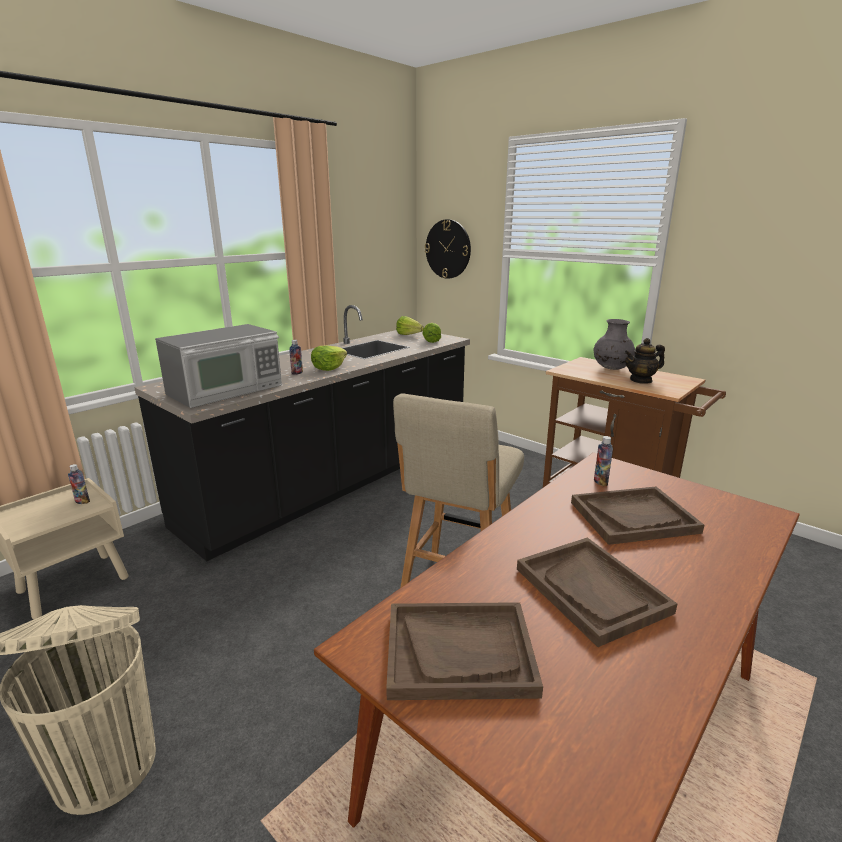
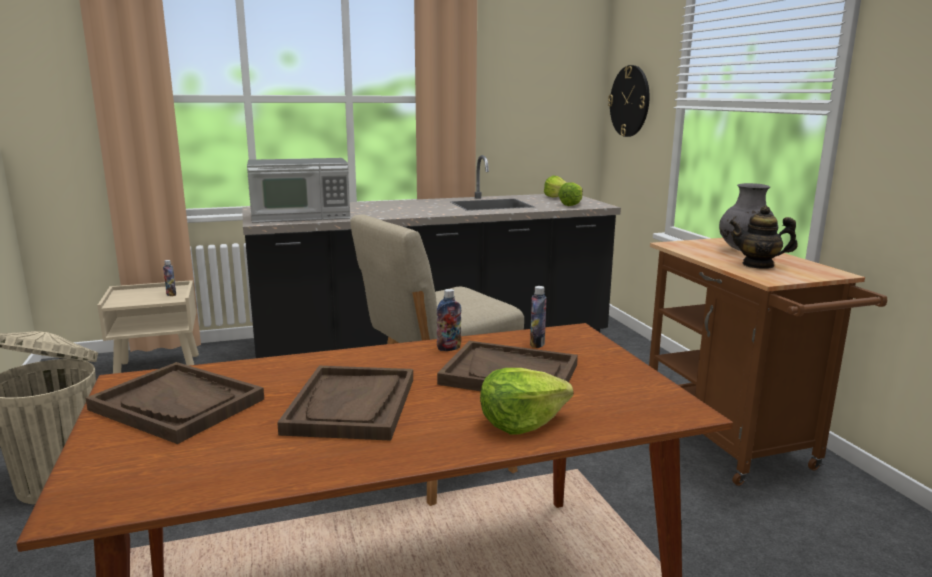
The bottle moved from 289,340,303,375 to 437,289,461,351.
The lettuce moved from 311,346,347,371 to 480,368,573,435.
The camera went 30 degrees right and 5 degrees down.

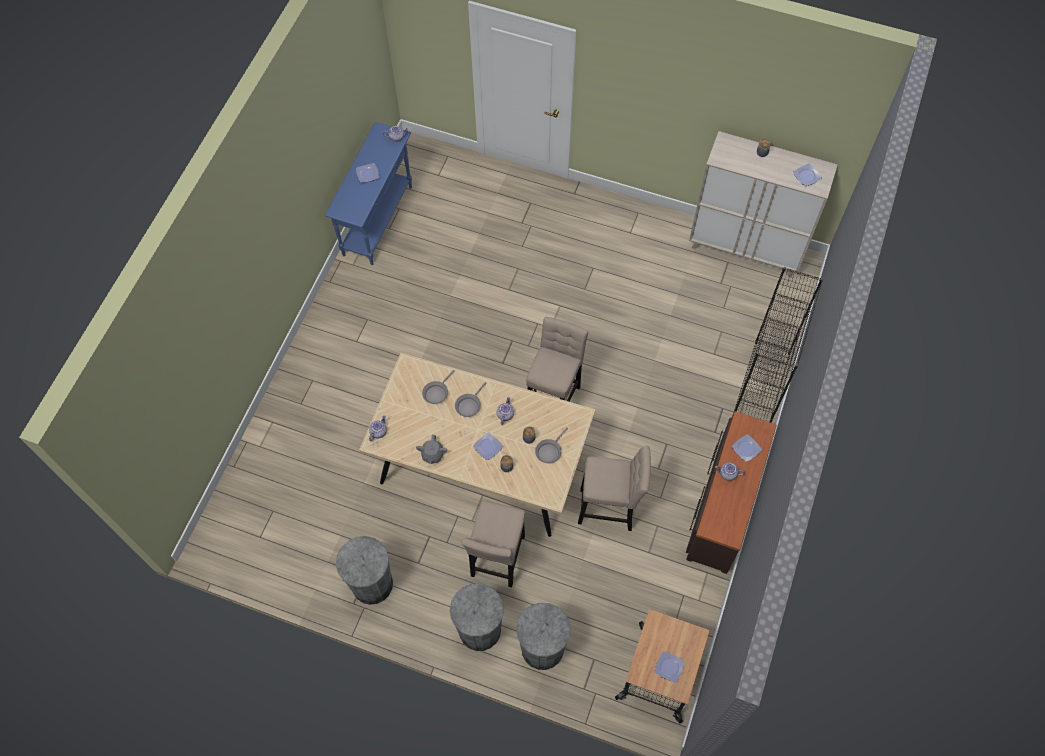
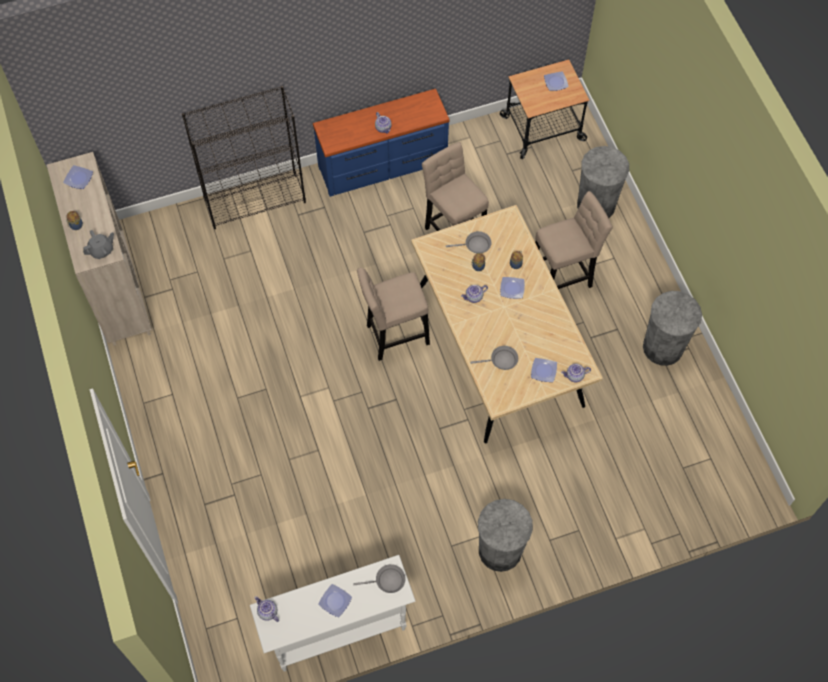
The grey teapot moved from 416,435,447,464 to 83,230,114,259.
The blue console table at 325,122,412,265 became the white console table at 250,555,416,672.
The brown dresser at 686,411,777,574 became the blue dresser at 313,89,450,197.
The grey frying pan moved from 455,382,487,417 to 354,564,406,593.
The grey trash can moved from 450,584,504,651 to 478,499,533,572.
The plate moved from 732,434,762,462 to 531,358,557,382.
The camera went 130 degrees left and 0 degrees up.

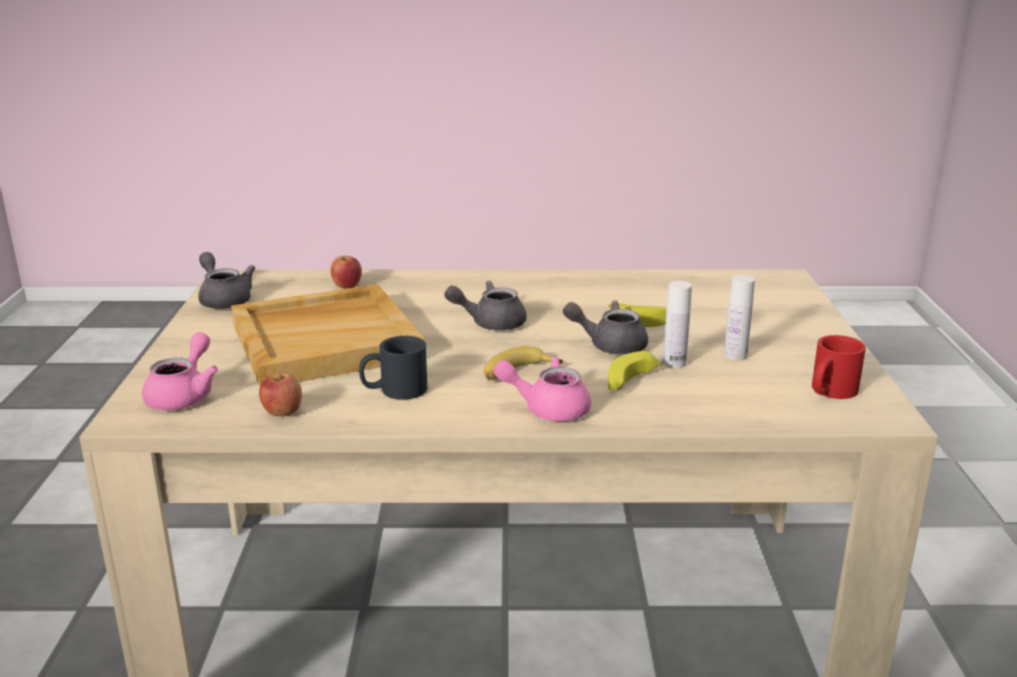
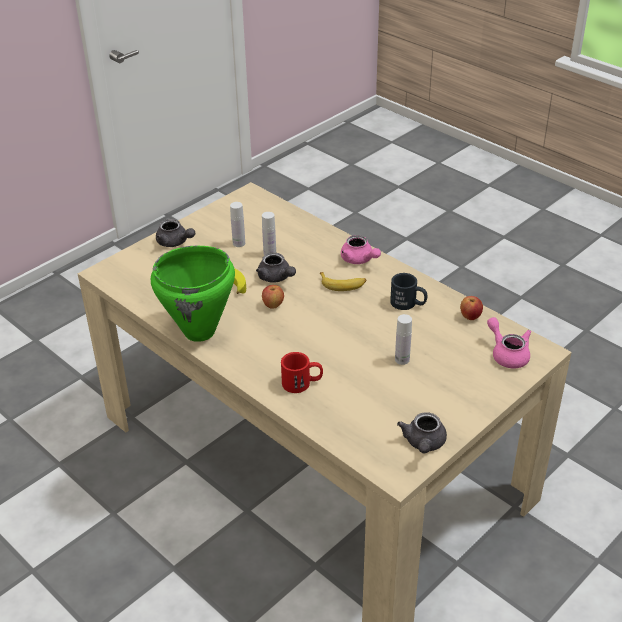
The green cooking pot at 151,246,235,342 appeared.
The grey teapot moved from 444,281,527,330 to 156,219,195,247.
The apple moved from 331,256,362,289 to 262,285,284,309.
The red mug moved from 812,335,866,399 to 281,352,323,393.
The beige tray at 231,284,425,386 was replaced by the white bottle at 395,314,412,365.
The pink teapot at 142,332,218,410 turned 90 degrees clockwise.
The banana at 608,351,663,391 disappeared.
The camera went 135 degrees left and 15 degrees up.

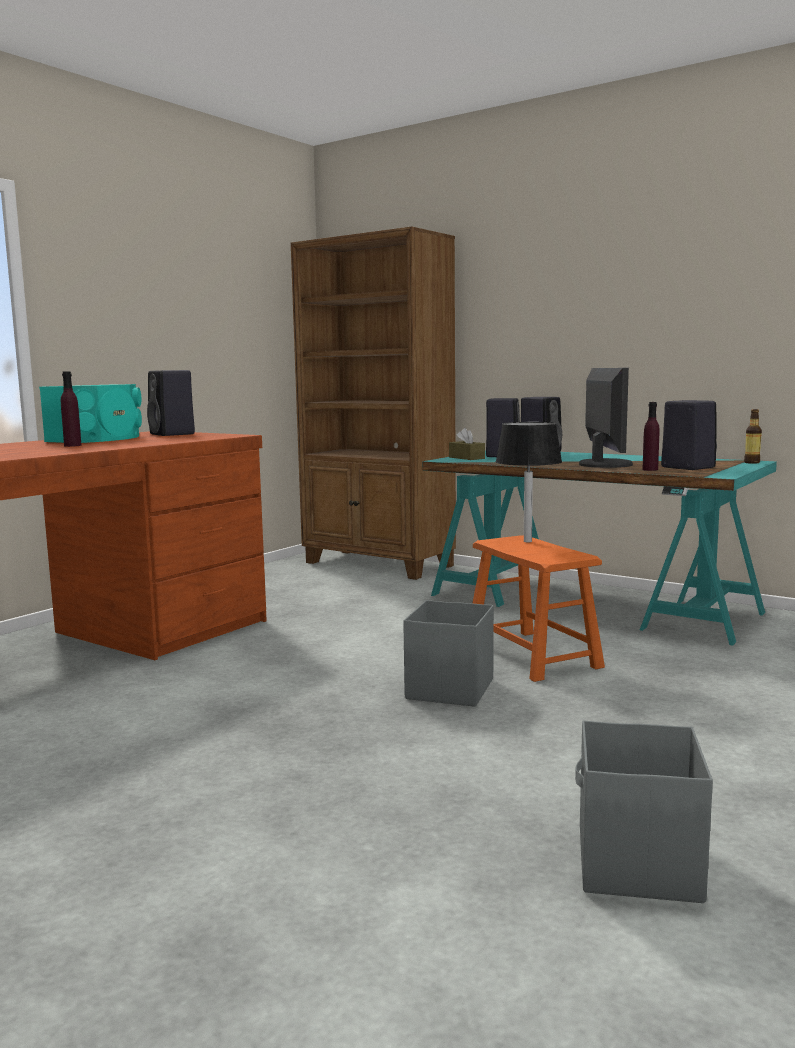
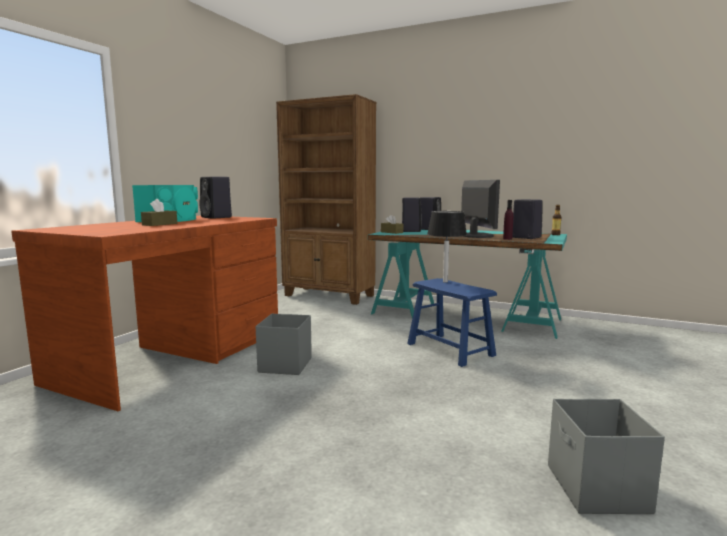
The purple bottle at 61,371,82,447 was replaced by the brown tissue box at 141,199,178,226.
The grey storage box moved from 403,600,494,707 to 255,314,312,375.
The orange stool at 473,535,605,682 became the blue stool at 407,278,497,367.
The camera went 10 degrees left and 0 degrees up.

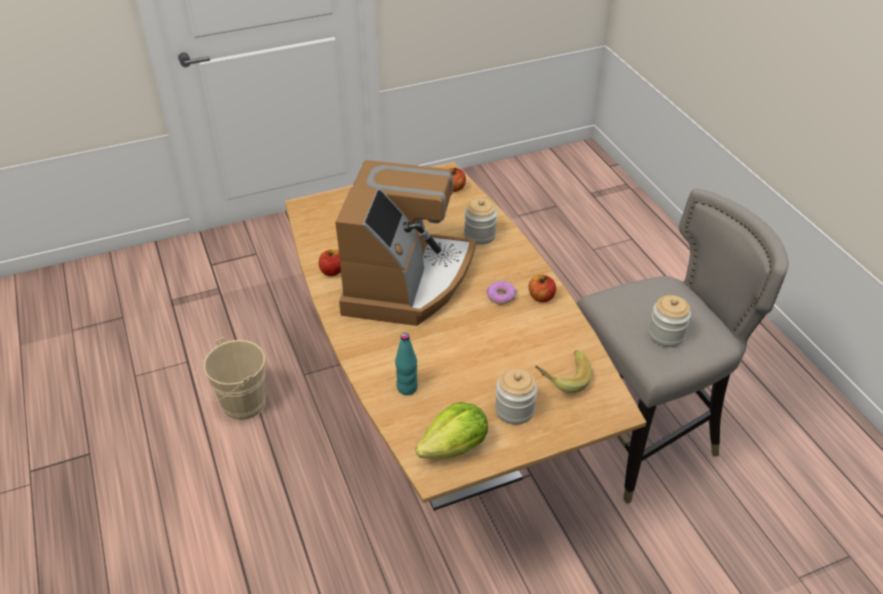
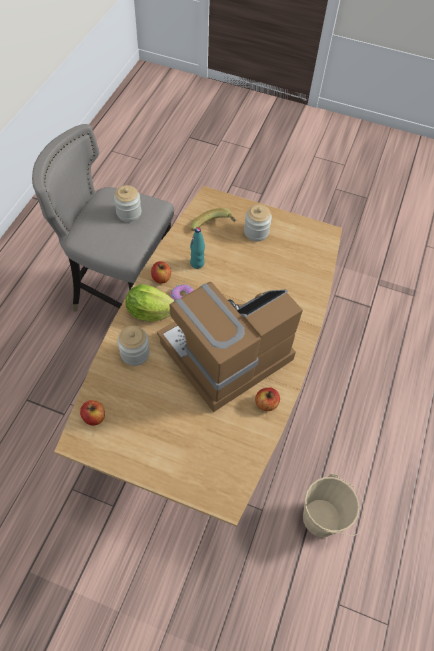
The lettuce moved from 415,402,488,459 to 125,284,174,322.
The turquoise bottle moved from 395,333,418,395 to 190,227,205,269.
The camera went 140 degrees left and 15 degrees up.

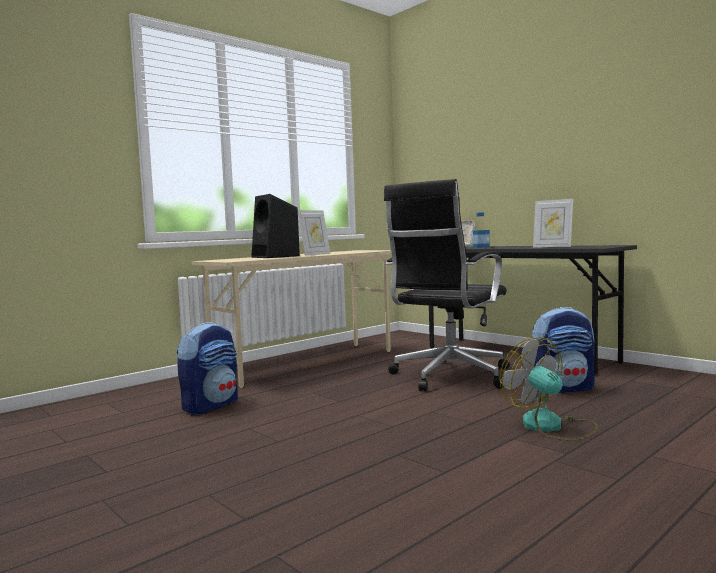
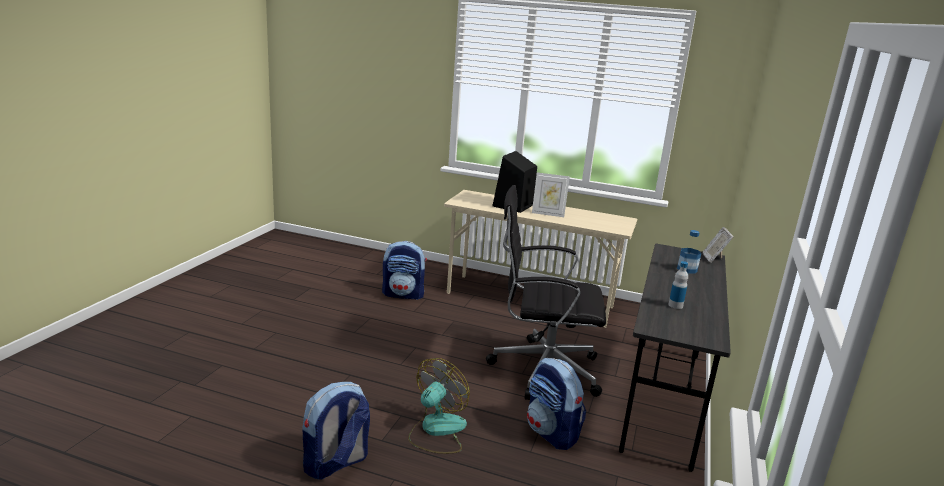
The backpack at 303,382,370,480 appeared.
The picture frame at 533,199,573,248 was replaced by the bottle at 668,261,688,309.
The camera went 60 degrees right and 15 degrees up.

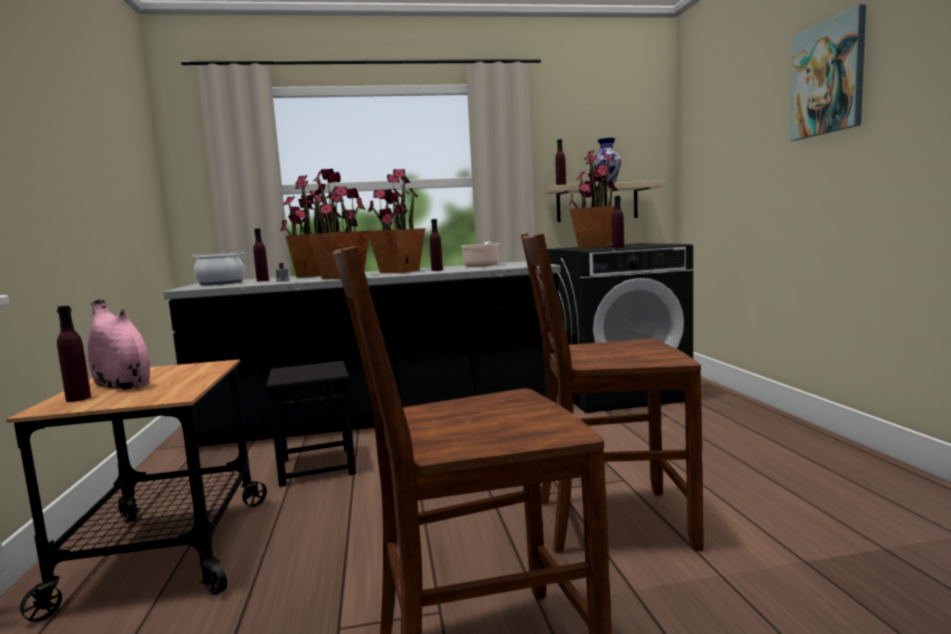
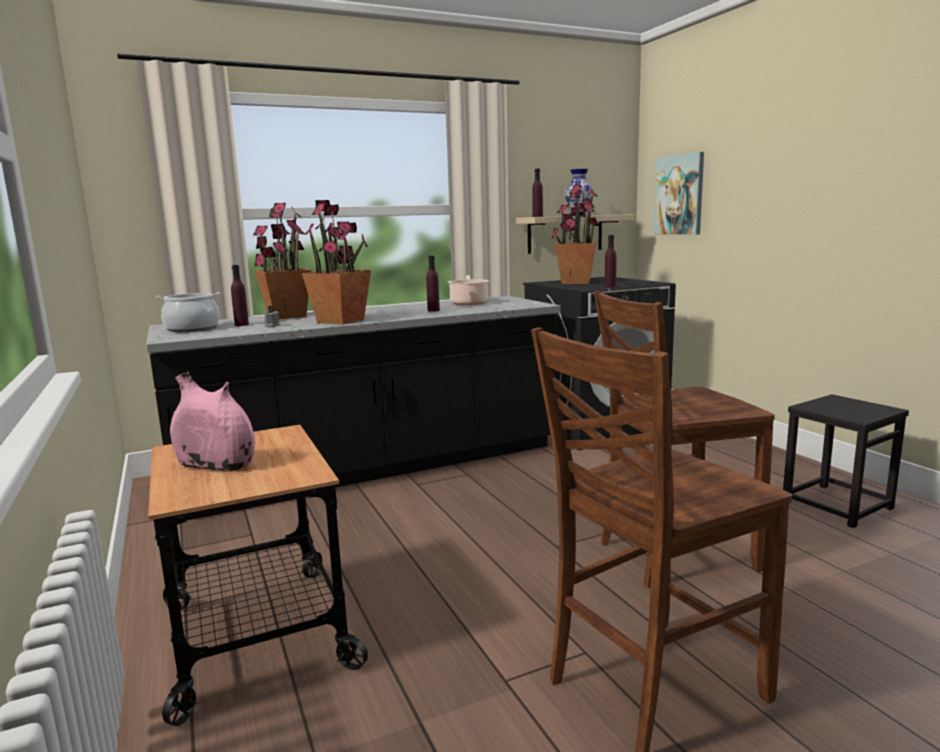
The picture moved from 790,4,866,141 to 653,152,704,235.
The black stool moved from 266,361,356,487 to 783,394,909,528.
The purple bottle at 57,306,91,402 disappeared.
The potted plant at 368,169,425,273 disappeared.
The camera went 15 degrees left and 5 degrees up.

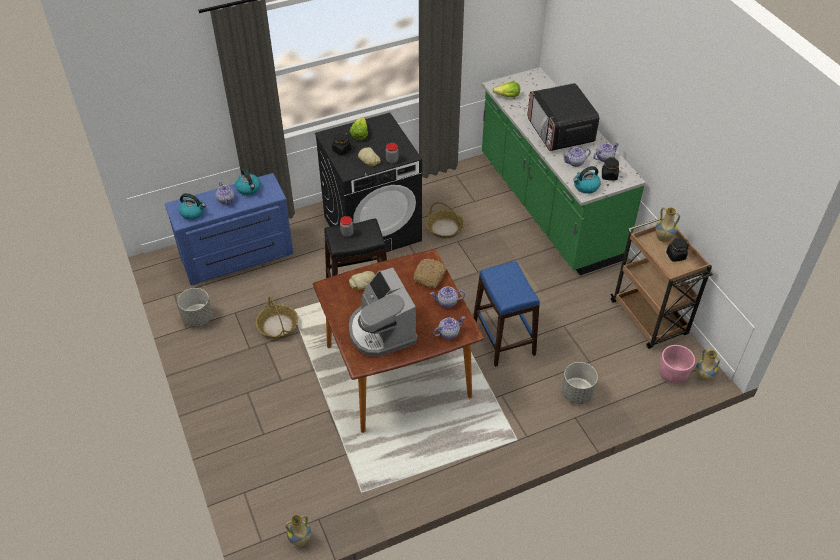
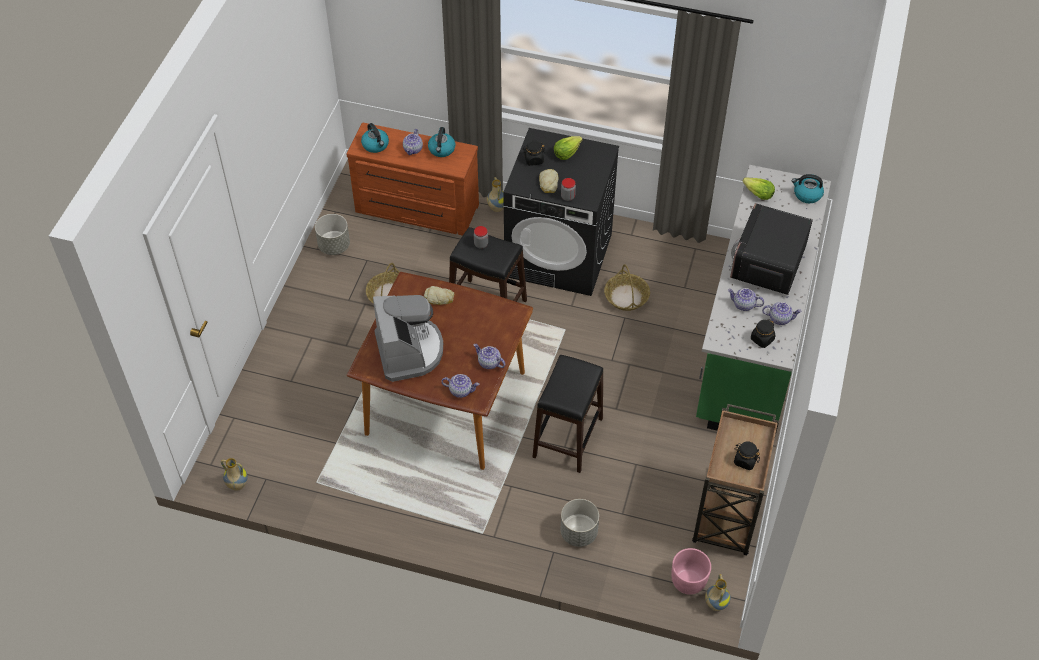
The blue dresser at 165,173,294,286 became the brown dresser at 347,122,479,236.
The coffee machine at 349,268,418,356 turned 150 degrees clockwise.
The vase moved from 655,207,680,242 to 487,177,504,212.
The blue stool at 473,261,540,367 became the black stool at 532,355,603,473.
The kettle moved from 573,166,601,194 to 791,174,824,203.
The bread at 414,259,446,288 disappeared.
The camera went 40 degrees right and 5 degrees up.

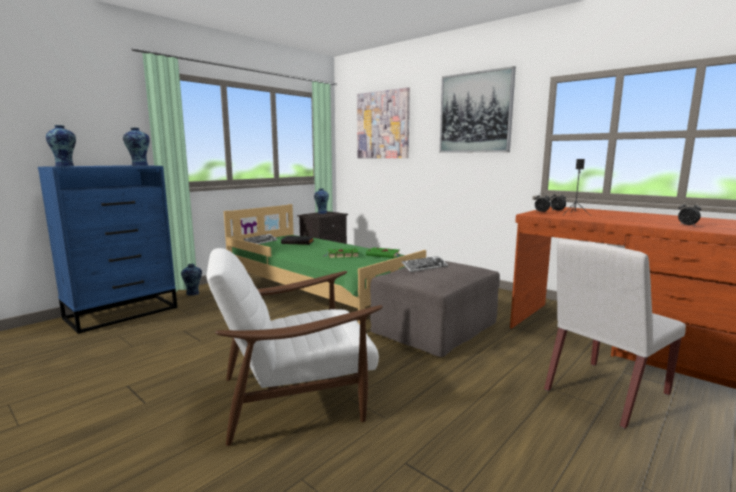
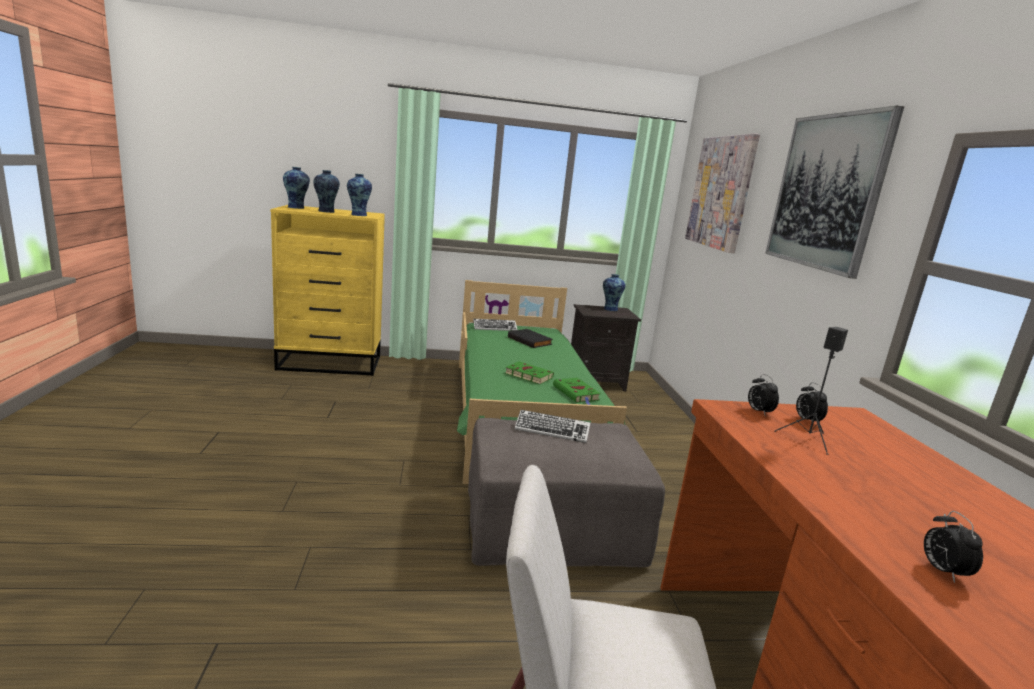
The blue dresser at 38,165,177,334 became the yellow dresser at 271,205,385,376.
The vase moved from 181,264,202,296 to 313,170,340,213.
The white armchair at 206,248,383,446 disappeared.
The camera went 40 degrees right and 5 degrees up.

